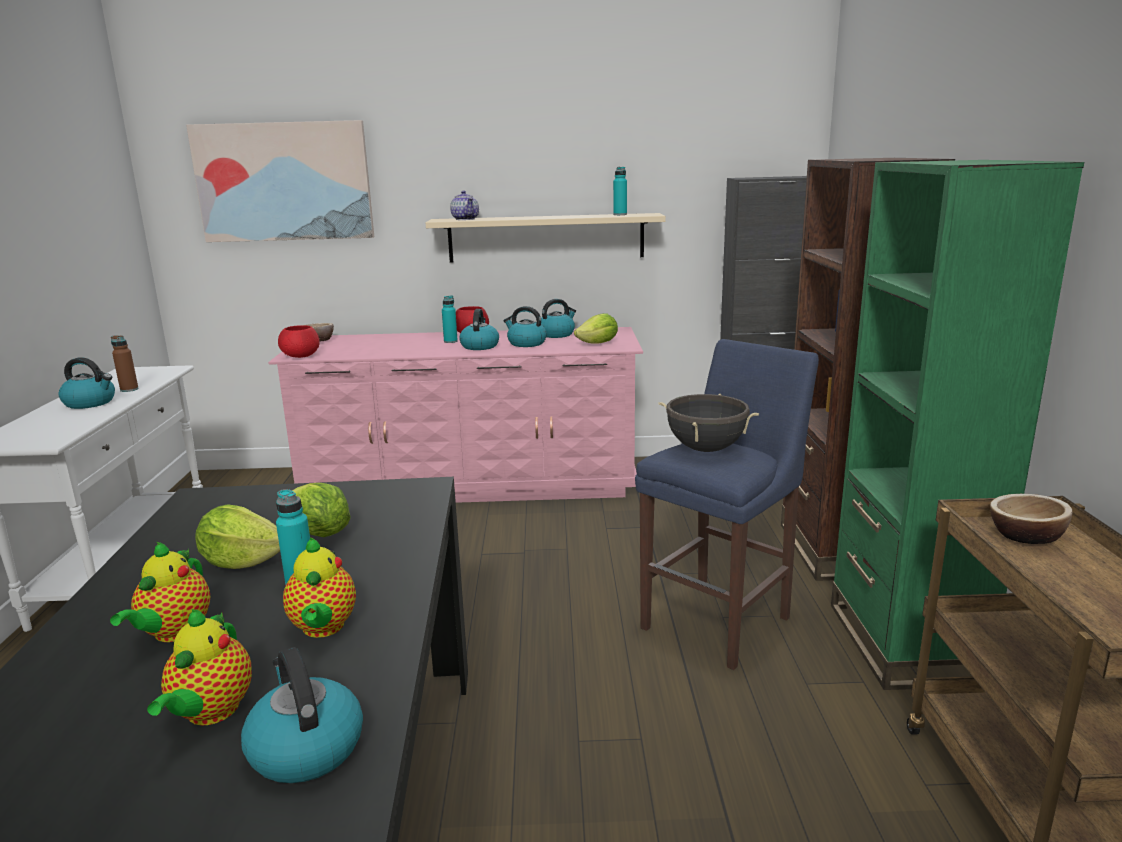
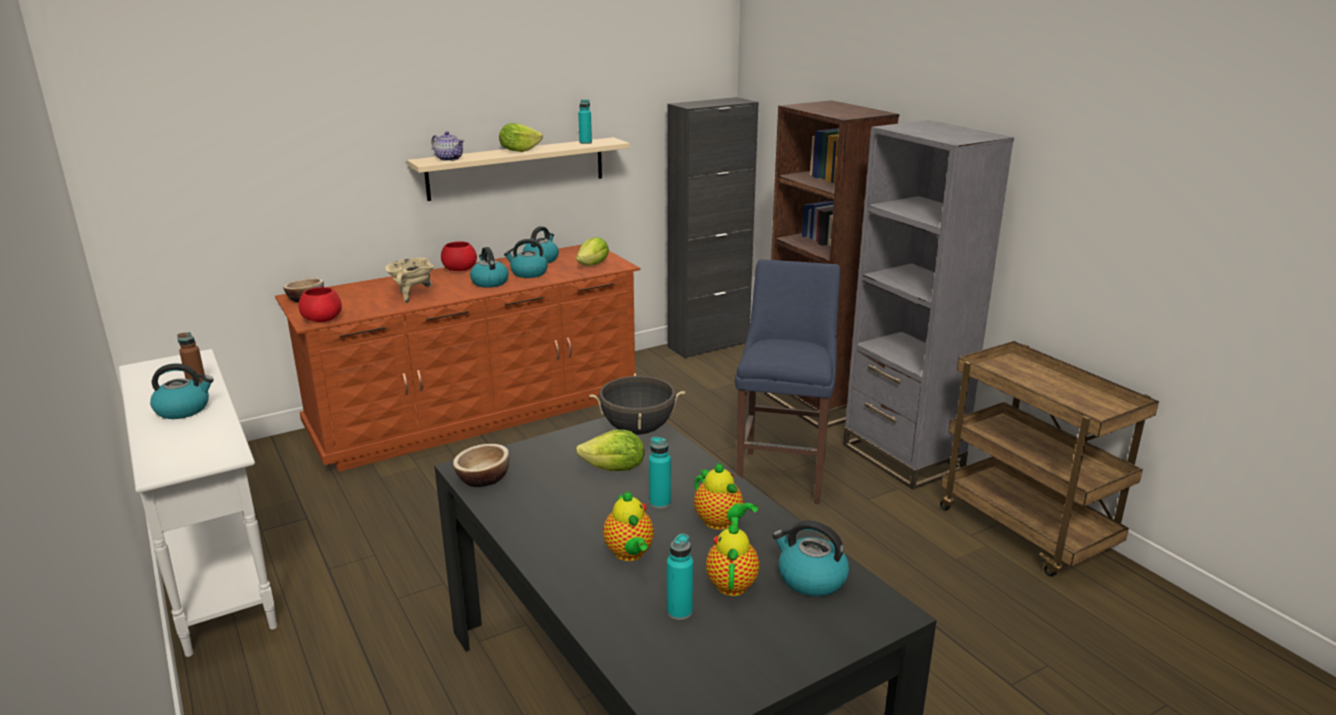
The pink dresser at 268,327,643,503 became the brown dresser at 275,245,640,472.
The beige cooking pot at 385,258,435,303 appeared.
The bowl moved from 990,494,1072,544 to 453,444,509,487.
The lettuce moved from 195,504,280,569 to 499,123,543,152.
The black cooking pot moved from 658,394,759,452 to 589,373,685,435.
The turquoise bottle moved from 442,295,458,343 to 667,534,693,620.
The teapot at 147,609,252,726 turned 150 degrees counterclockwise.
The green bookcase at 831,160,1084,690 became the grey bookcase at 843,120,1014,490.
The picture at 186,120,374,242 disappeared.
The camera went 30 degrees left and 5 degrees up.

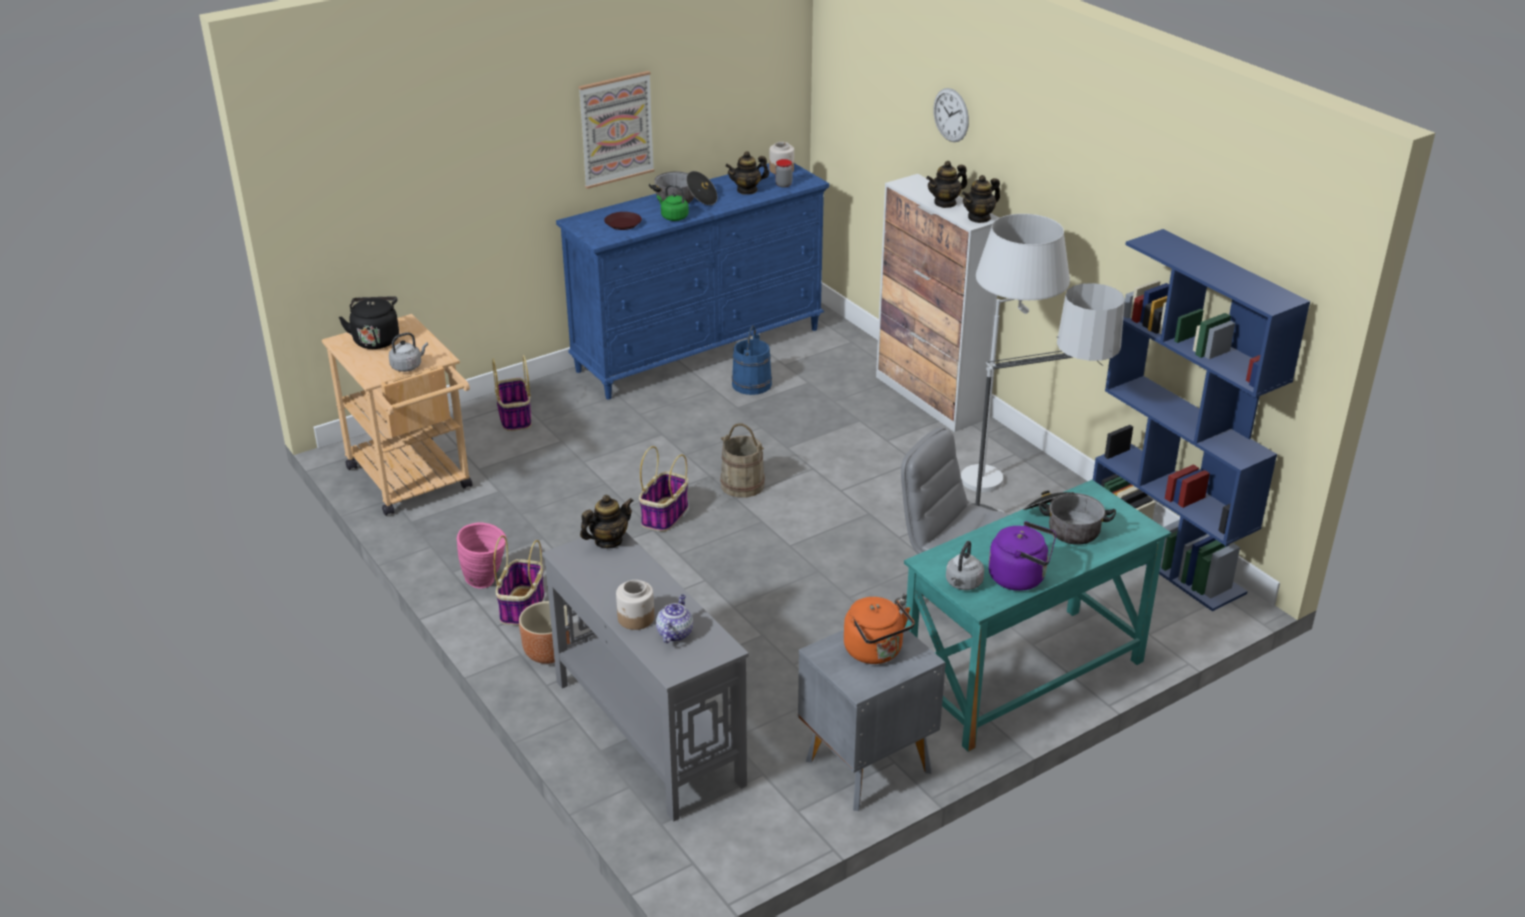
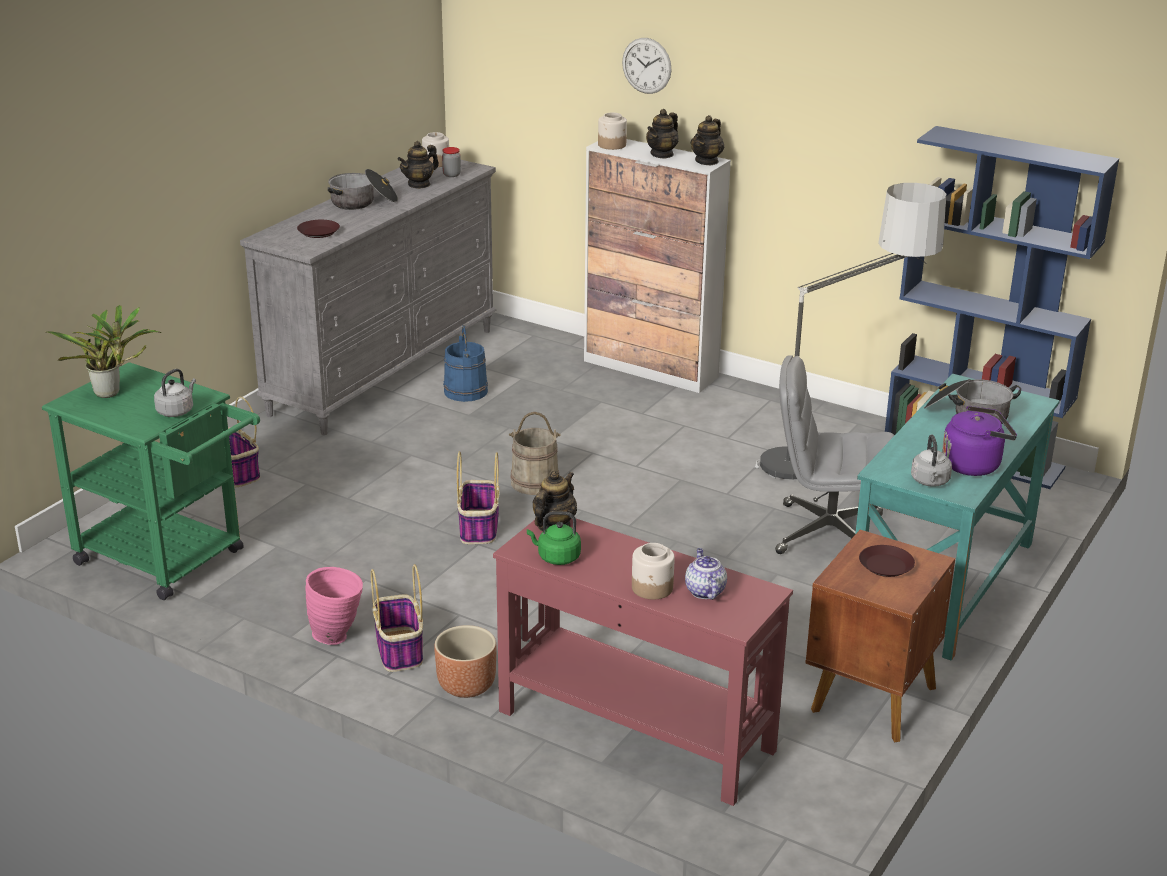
The beige cart at 322,314,472,516 became the green cart at 42,362,260,600.
The black kettle at 339,296,399,349 was replaced by the potted plant at 46,305,161,398.
The blue dresser at 556,163,829,399 became the grey dresser at 240,160,497,435.
The grey console table at 542,532,749,822 became the red console table at 493,519,793,806.
The green kettle moved from 657,185,689,221 to 527,511,581,565.
The jar at 598,112,627,150 appeared.
The grey nightstand at 798,627,946,811 became the brown nightstand at 805,530,955,742.
The orange kettle at 844,597,915,664 was replaced by the brown plate at 859,545,915,577.
The picture at 578,71,655,189 disappeared.
The white floor lamp at 961,214,1070,492 disappeared.
The camera went 25 degrees left and 5 degrees down.

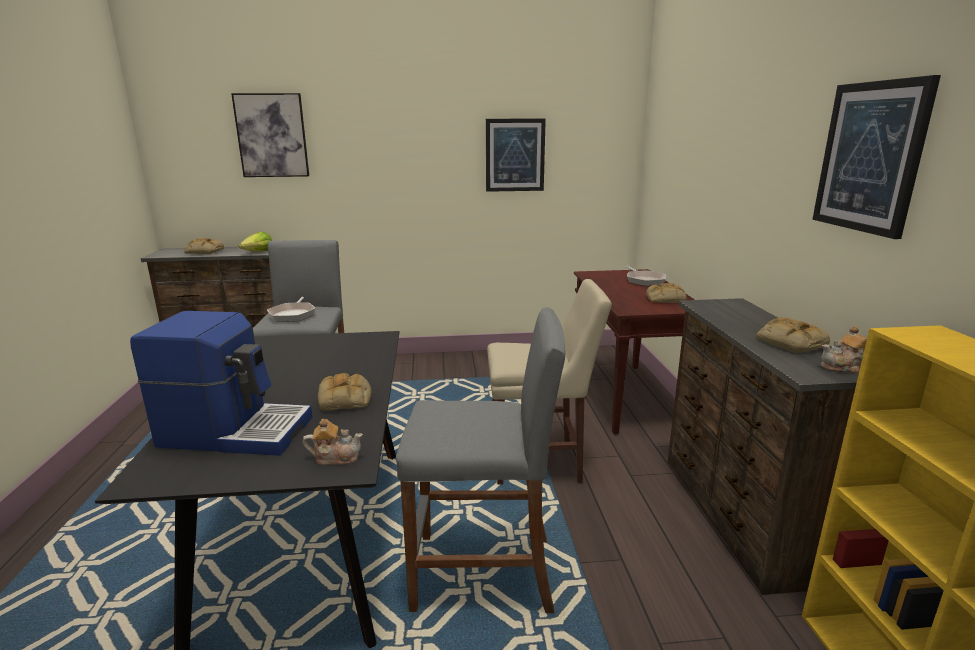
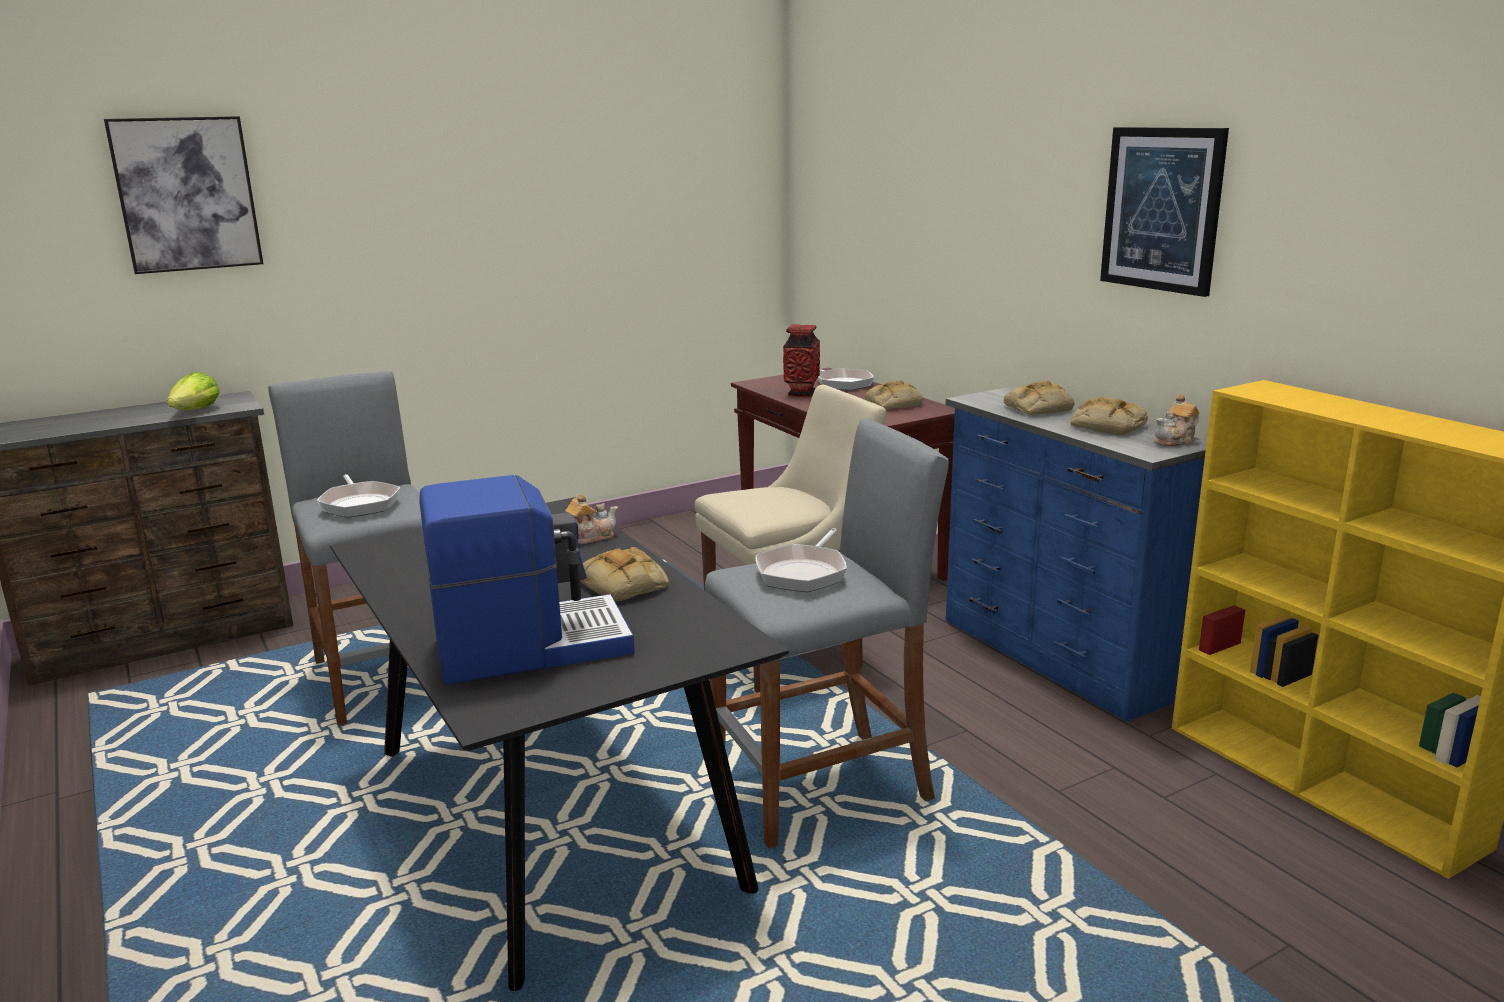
The teapot moved from 303,419,363,465 to 565,494,618,544.
The frying pan at 755,528,847,592 appeared.
The vase at 783,324,820,397 appeared.
The brown dresser at 668,298,859,595 became the blue dresser at 945,387,1207,722.
The bread moved from 184,238,224,254 to 1004,381,1075,415.
The picture at 486,118,546,192 disappeared.
The camera went 25 degrees left and 0 degrees up.

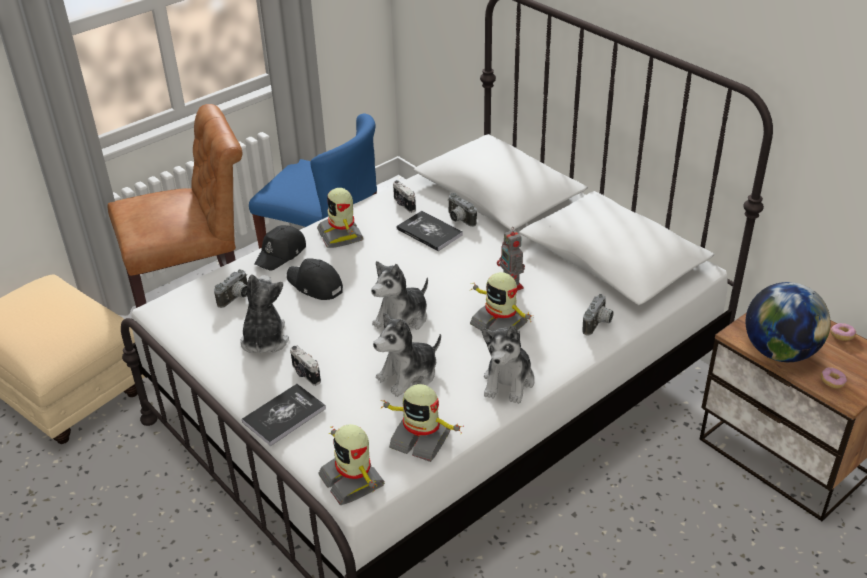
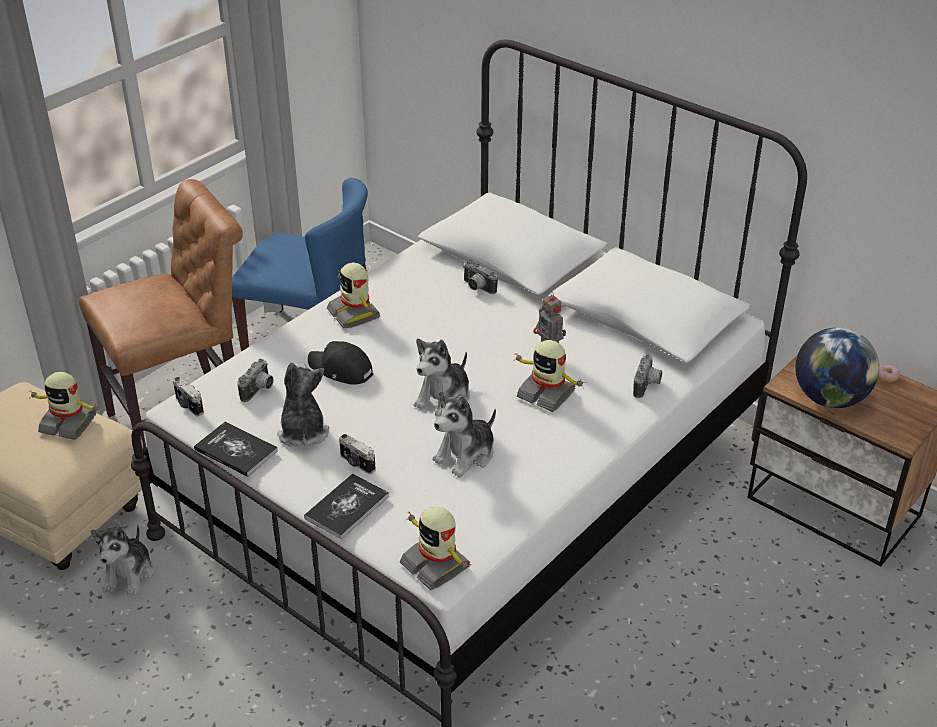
The toy robot moved from 380,384,464,462 to 29,372,101,440.
The plush toy moved from 482,325,535,404 to 91,524,154,596.
The photo camera moved from 393,180,416,213 to 173,377,204,416.
The book moved from 396,211,463,251 to 194,421,278,477.
The black cap at 254,225,306,270 disappeared.
The donut at 821,367,847,388 disappeared.
The camera went 10 degrees left and 0 degrees up.

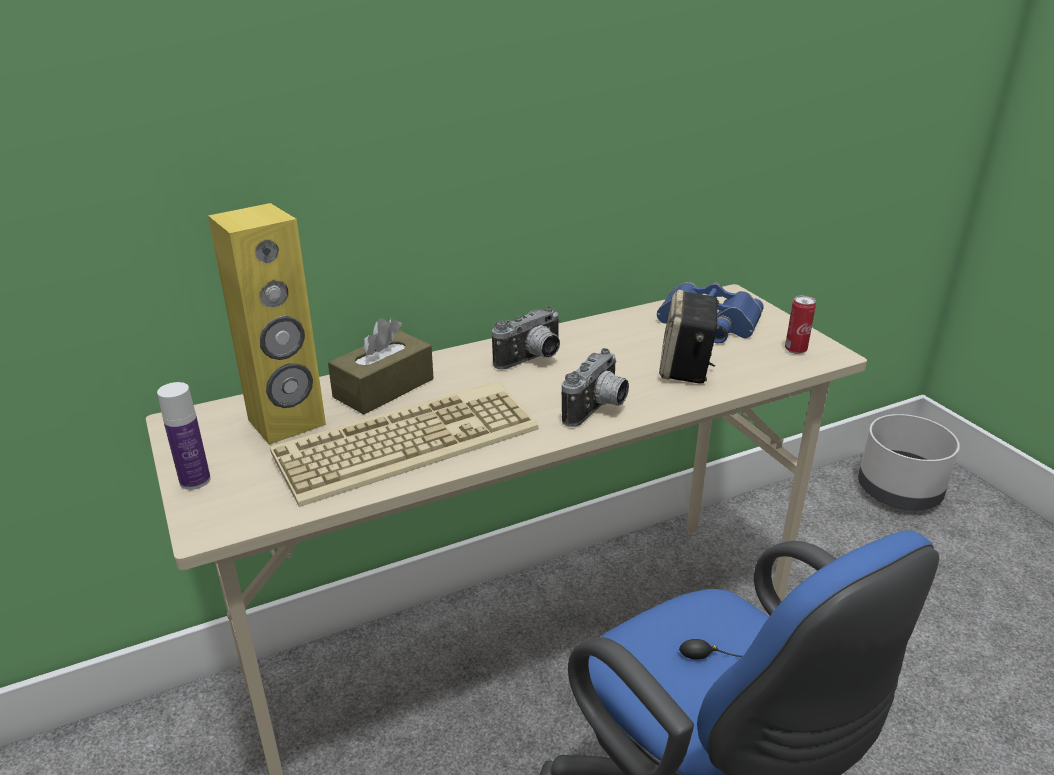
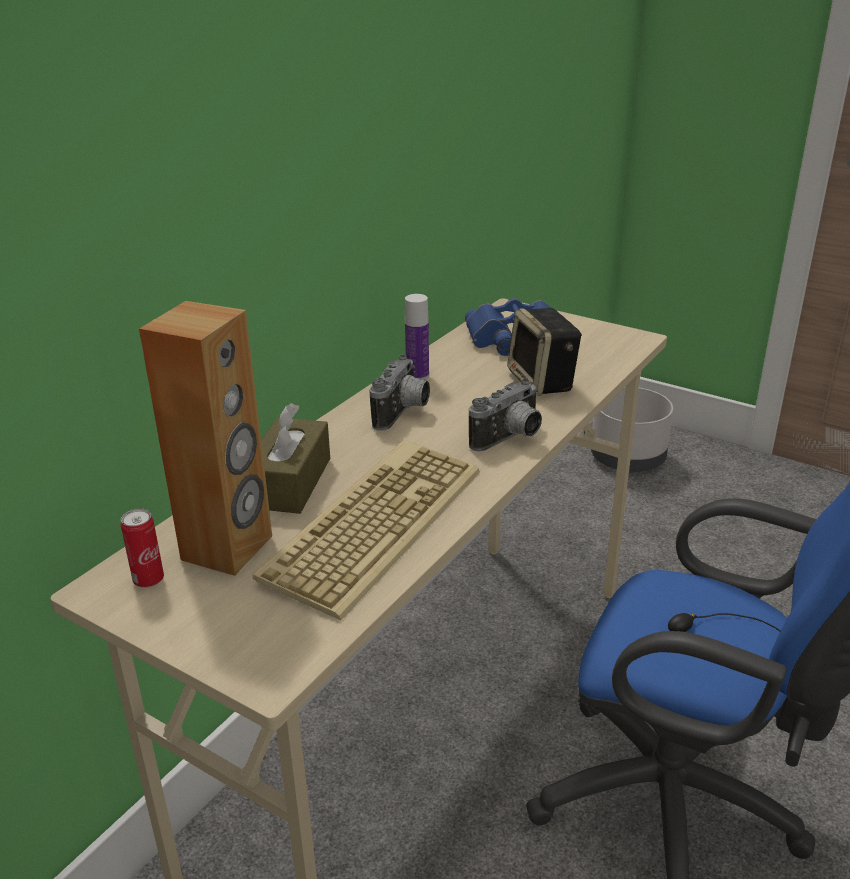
The can moved from 785,295,816,354 to 121,509,164,588.
The yellow speaker at 208,203,326,445 became the brown speaker at 139,301,272,576.
The bottle moved from 157,382,211,490 to 405,294,429,380.
The photo camera at 562,348,629,427 turned 45 degrees clockwise.
The camera went 30 degrees left and 0 degrees up.

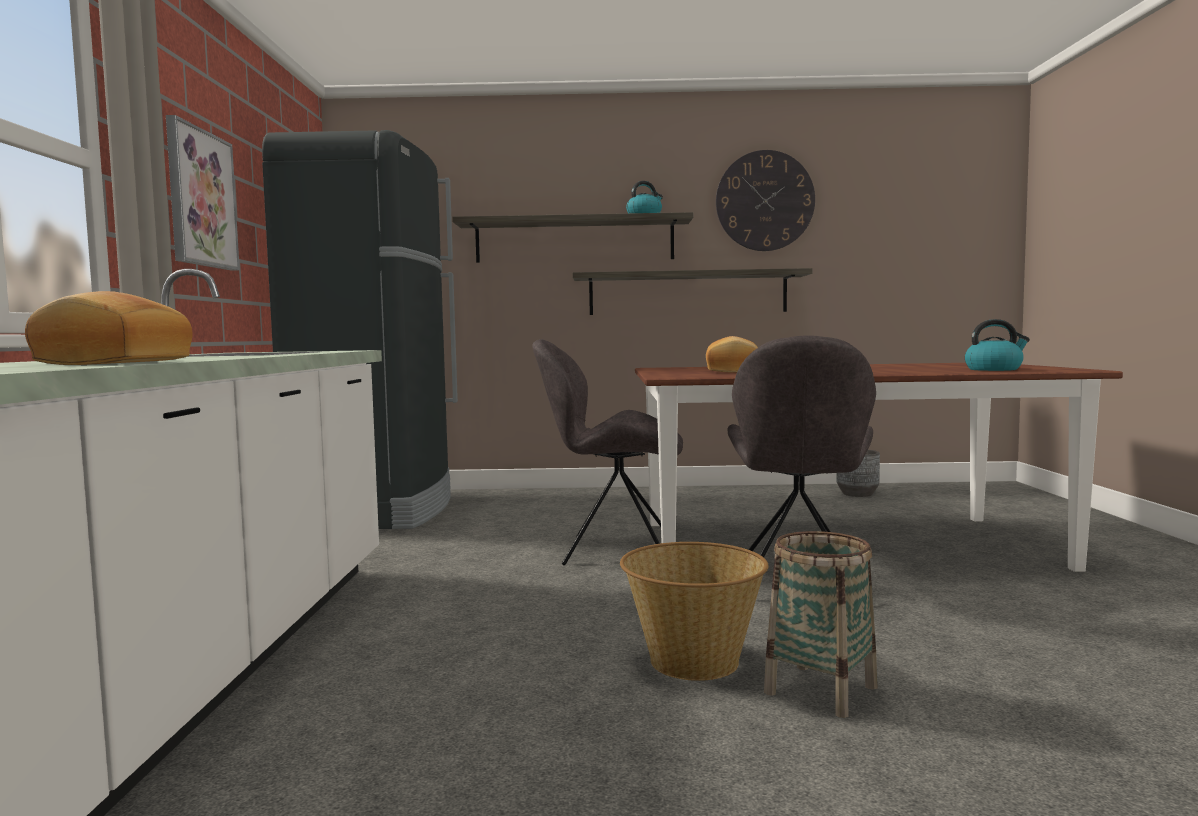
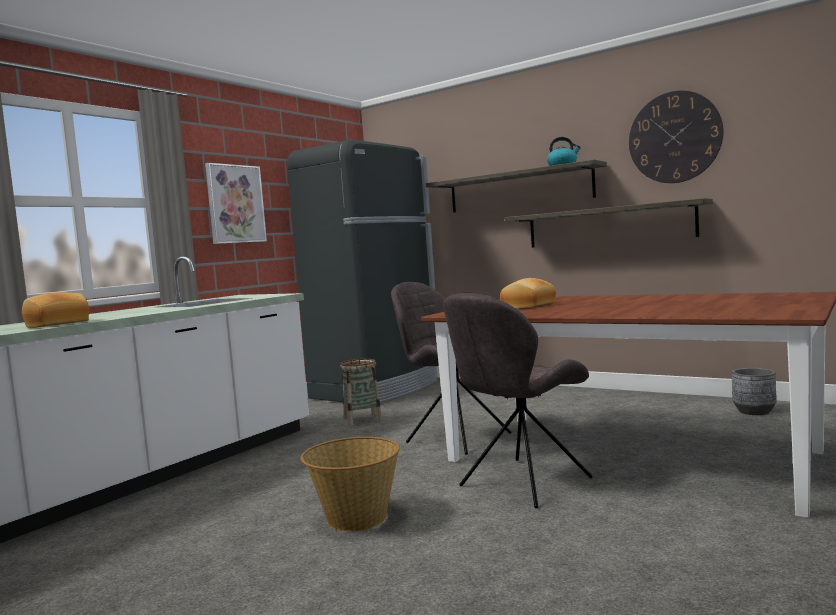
The basket moved from 764,531,878,718 to 340,359,382,426.
The kettle at 965,319,1030,371 disappeared.
The camera went 35 degrees right and 0 degrees up.

